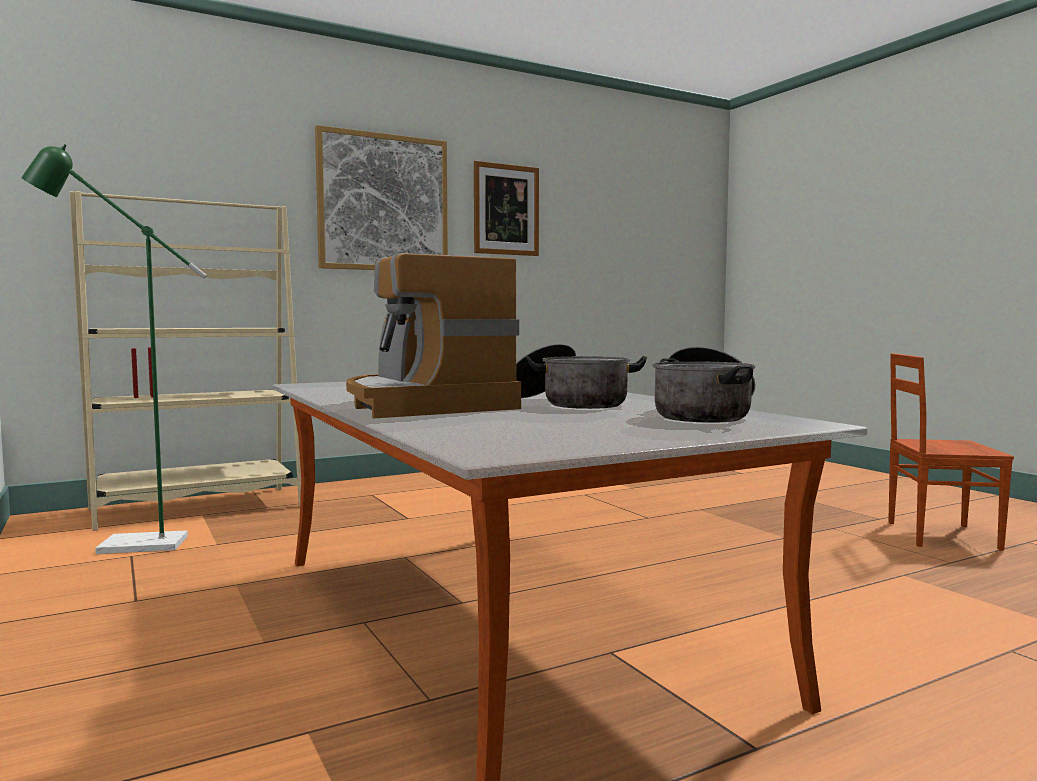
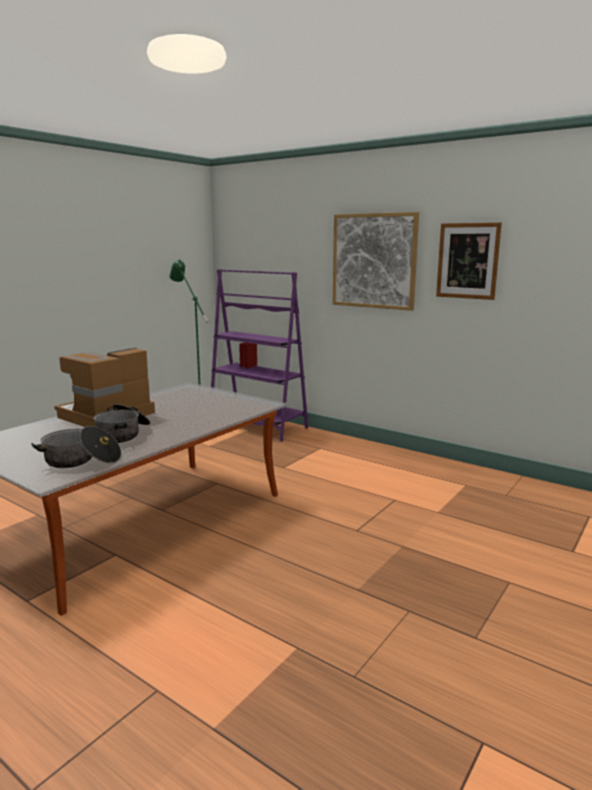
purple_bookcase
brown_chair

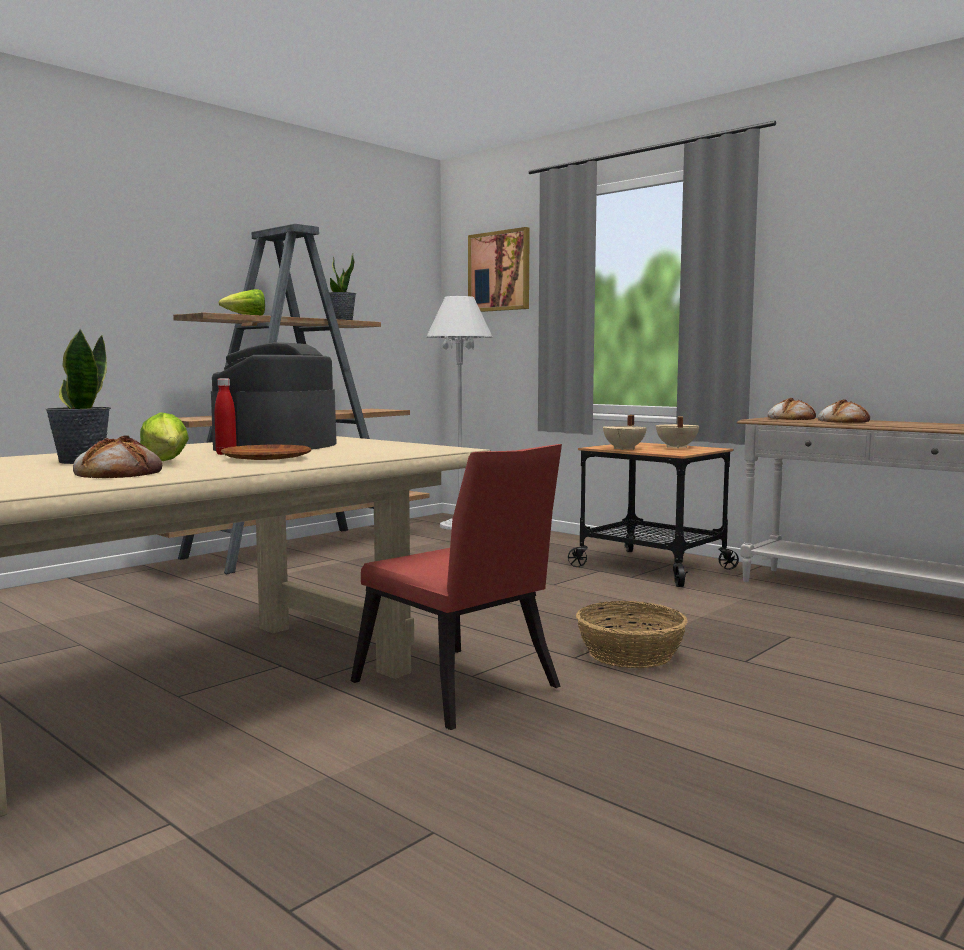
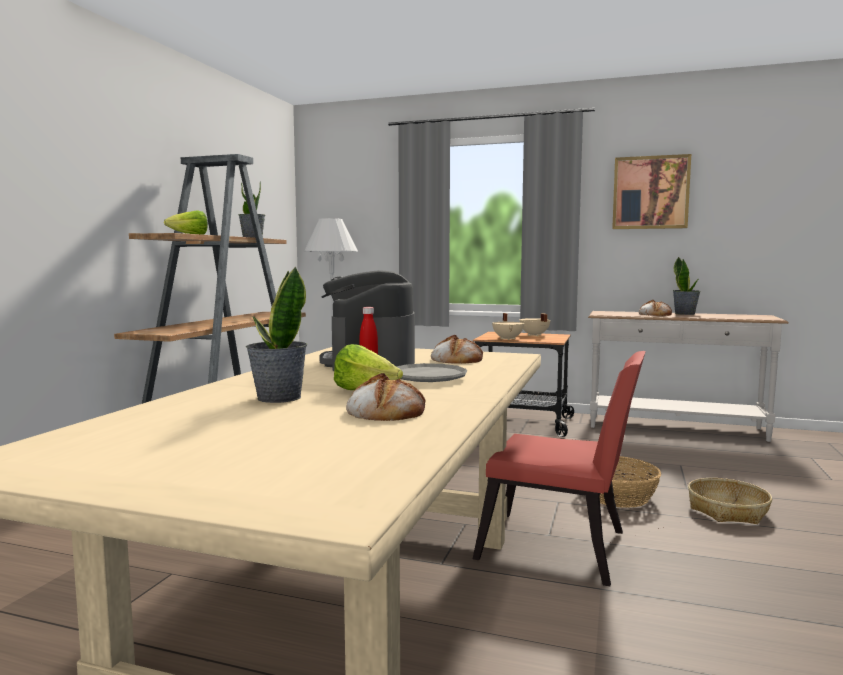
picture
bread (2nd from left)
grey_plate
potted_plant (3rd from left)
basket (2nd from left)

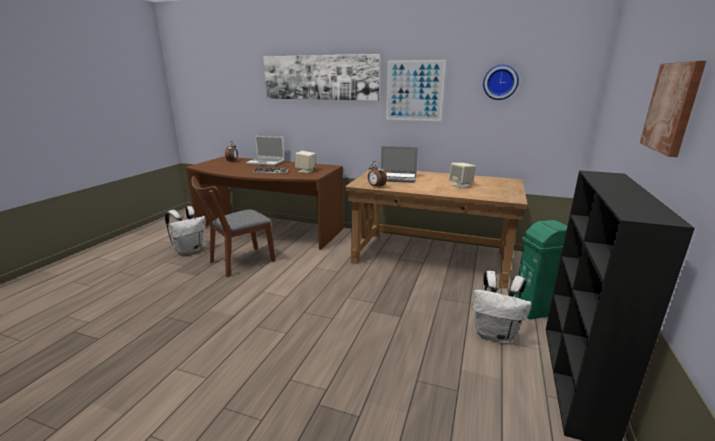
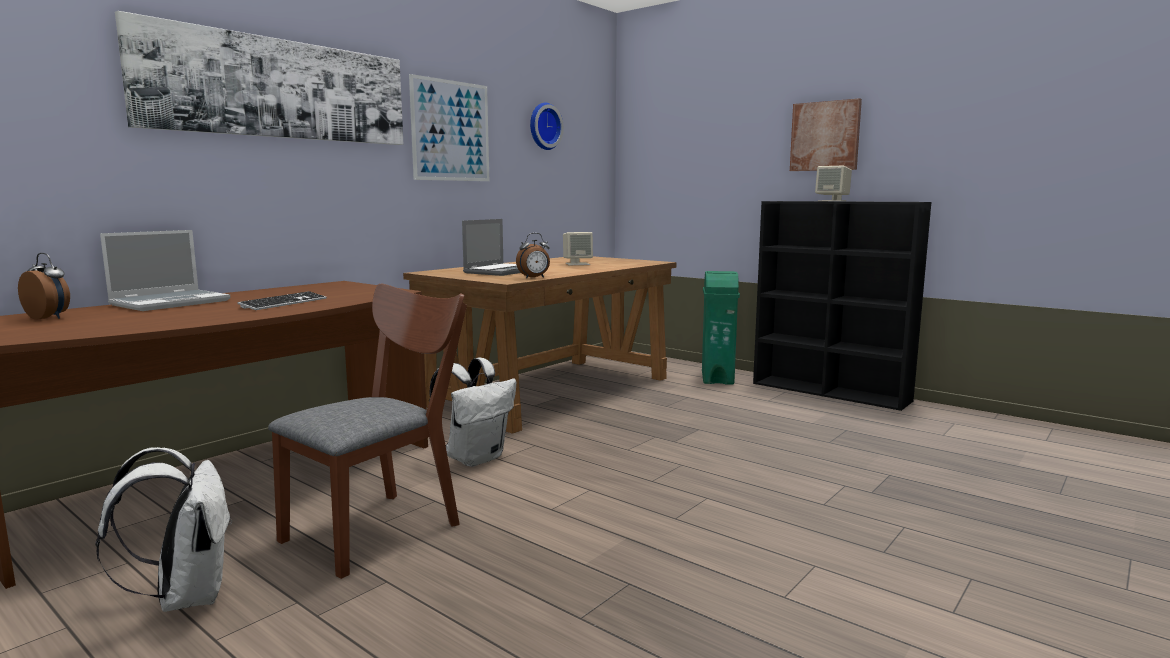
beige_speaker (2nd from left)
brown_chair
white_backpack (2nd from left)

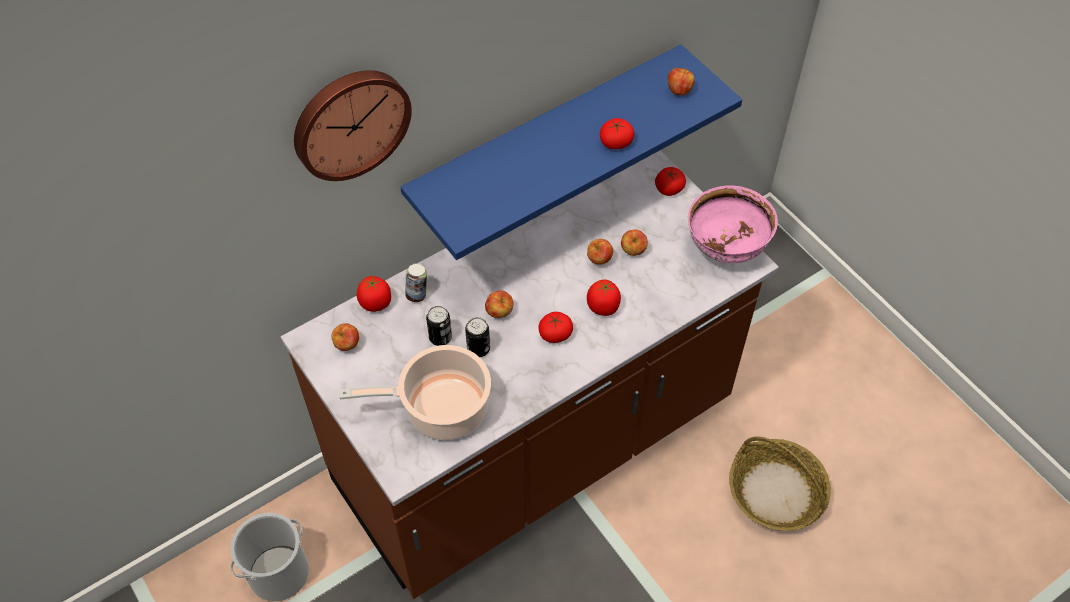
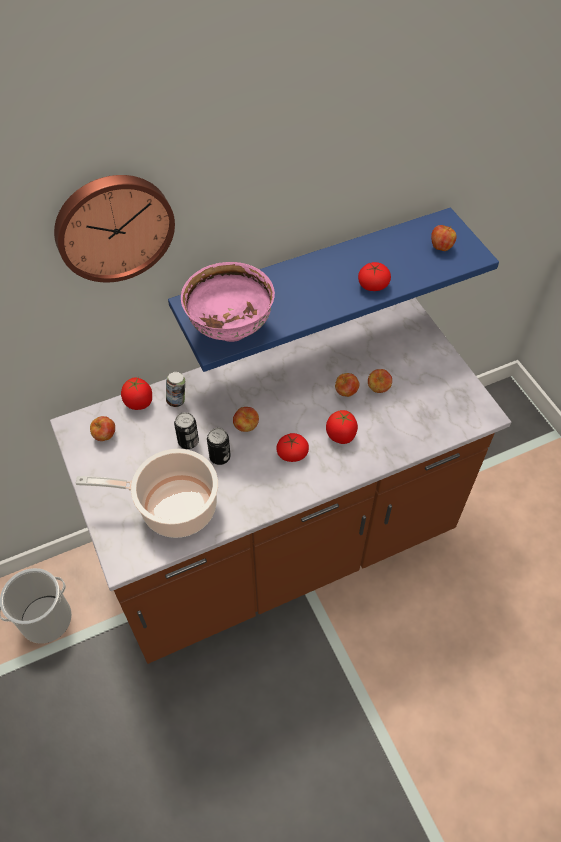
tomato (5th from left in the first image)
pink_bowl
basket

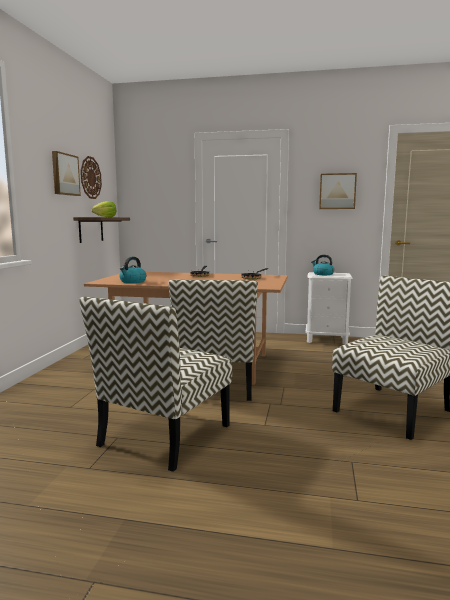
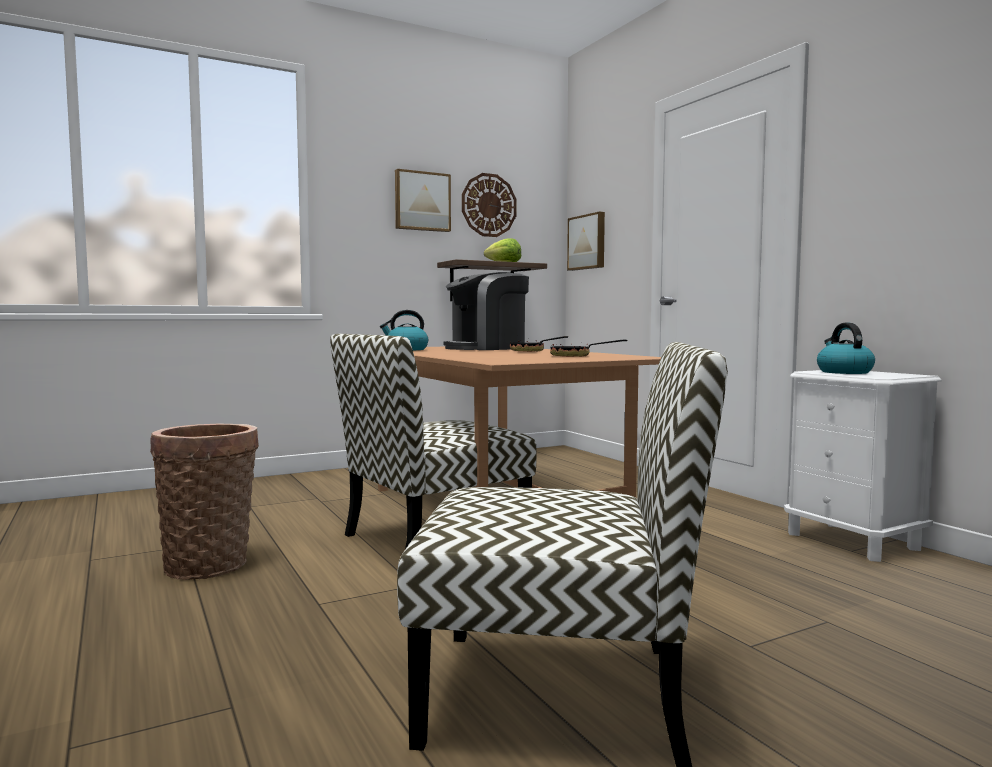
picture (2nd from left)
basket
coffee_machine

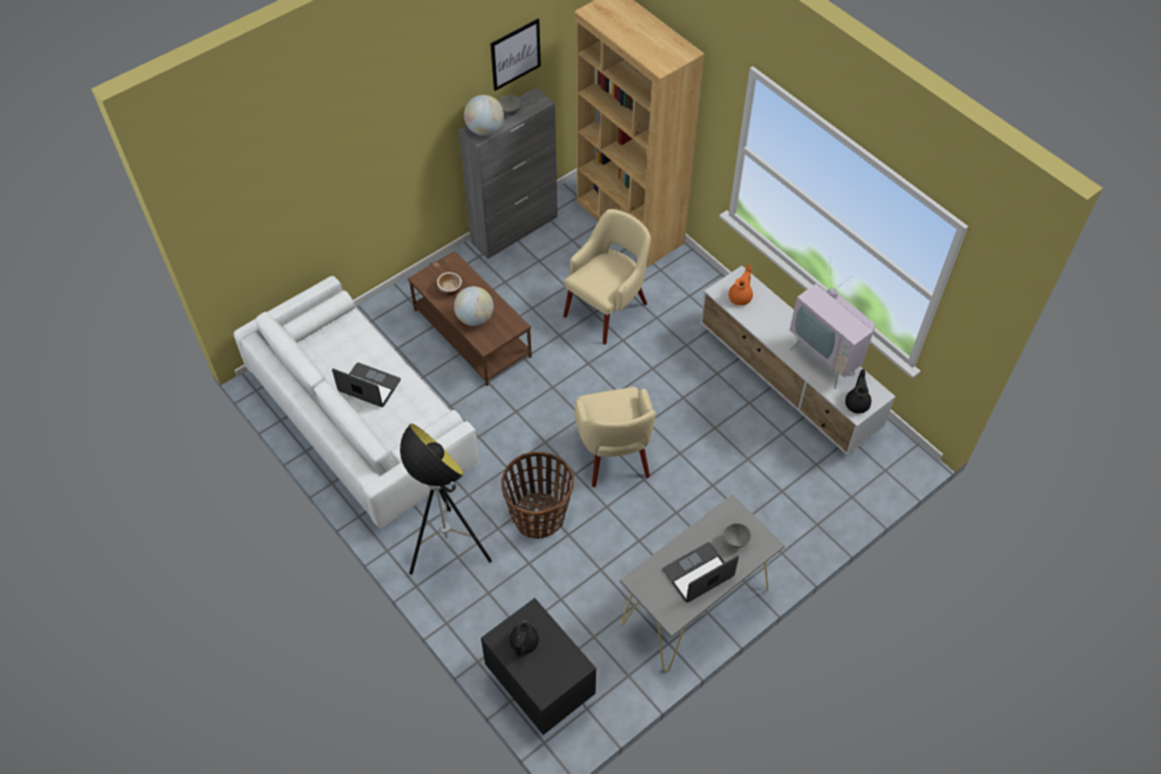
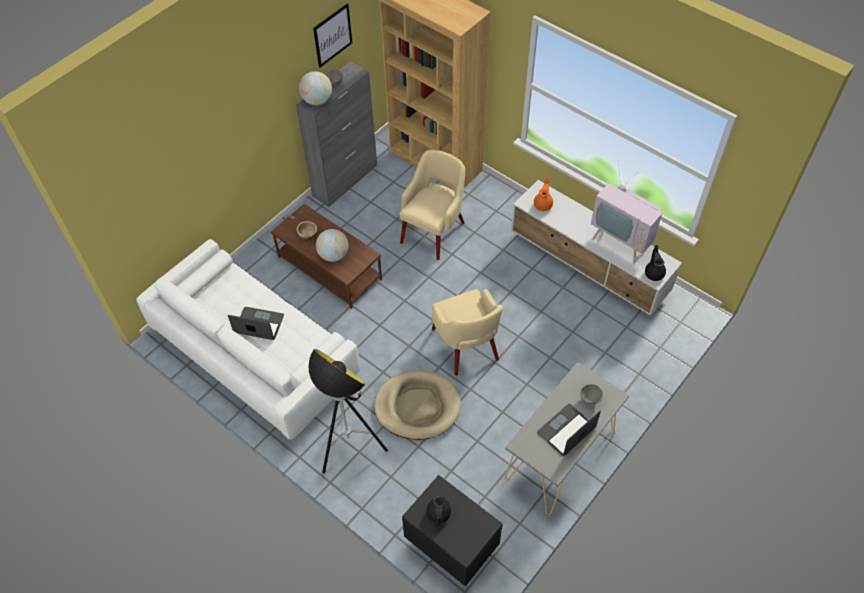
beige_dog_bed

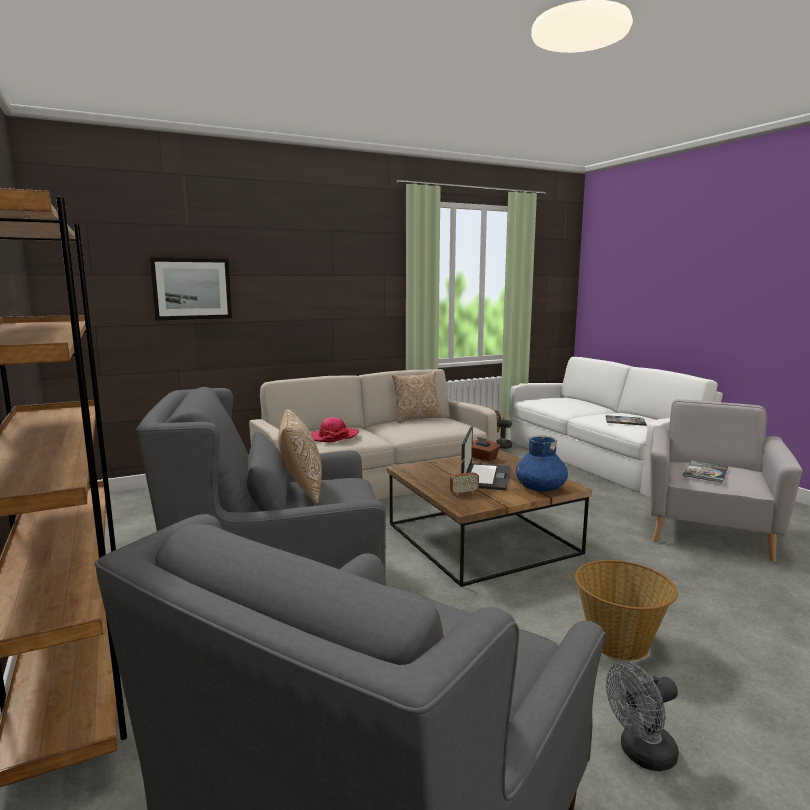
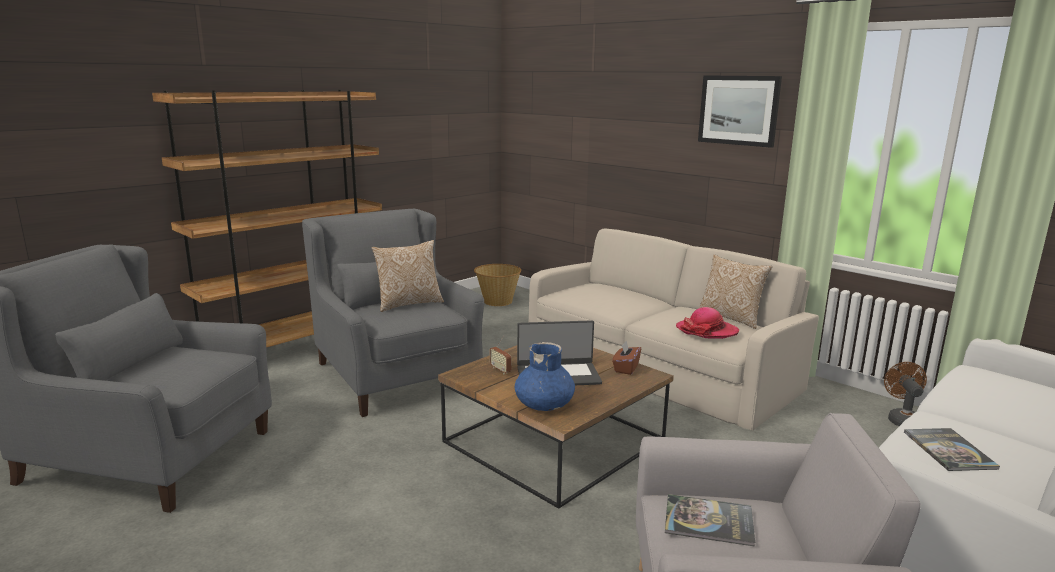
picture
hat
basket
grey_fan

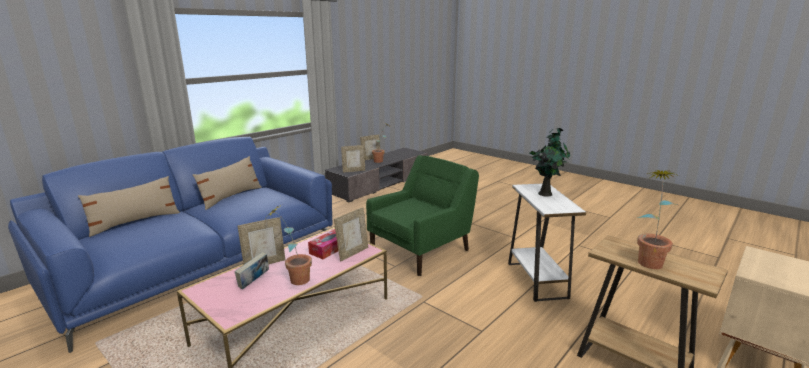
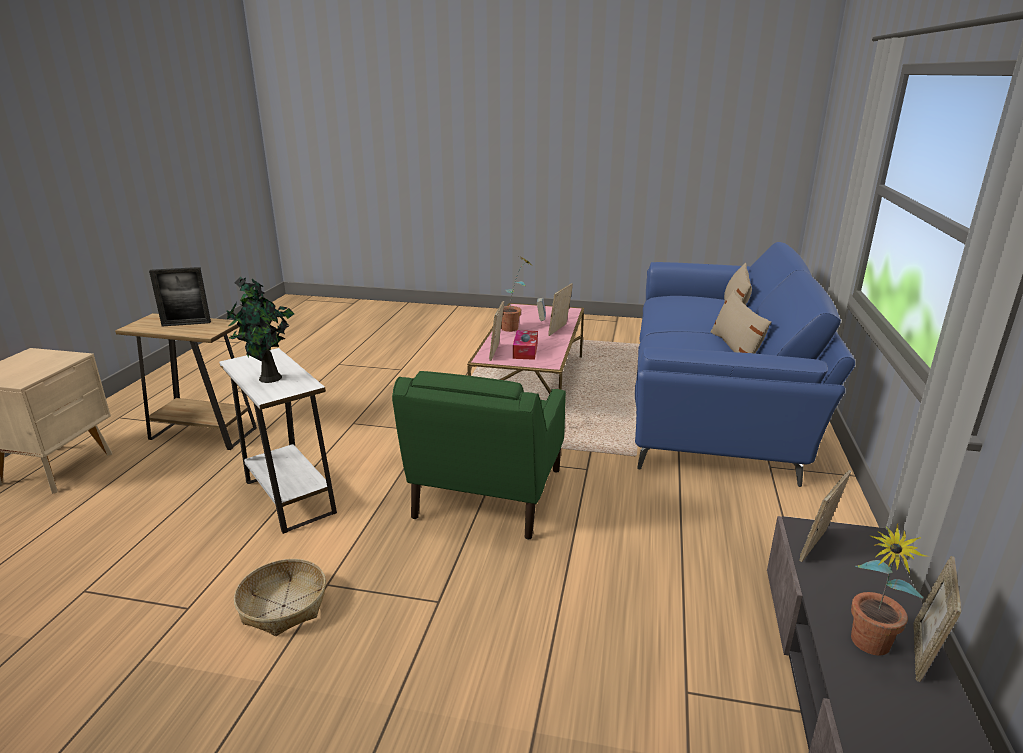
picture_frame (1st from left)
basket

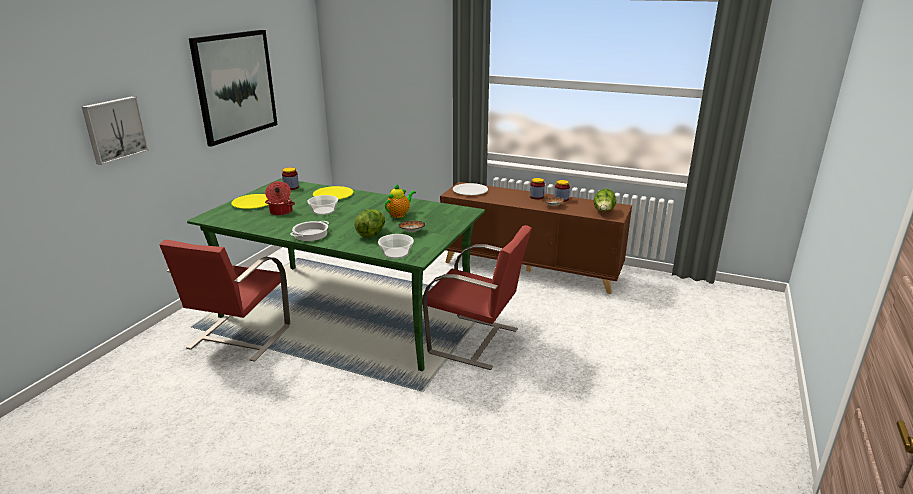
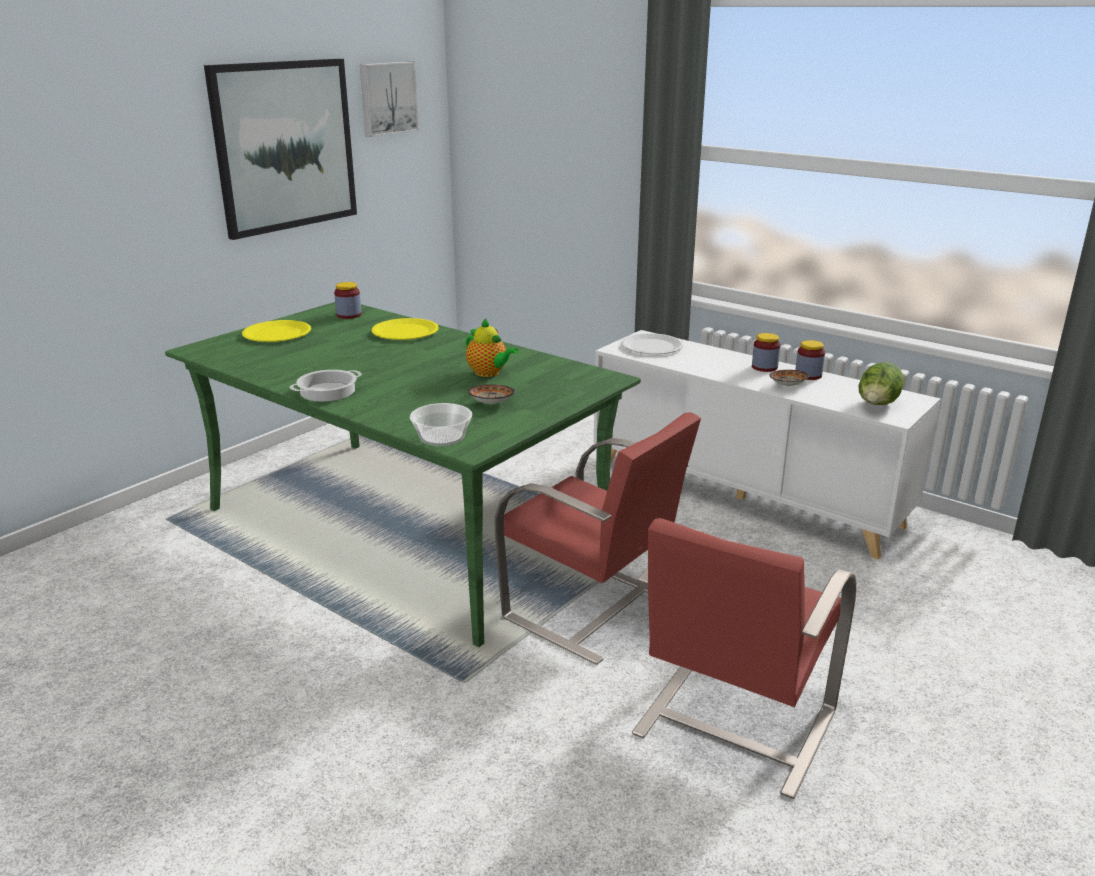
picture (2nd from left)
cooking_pot (1st from left in the first image)
white_cabinet
teapot
bowl (1st from left in the first image)
lettuce (1st from left in the first image)
red_chair (2nd from left)

